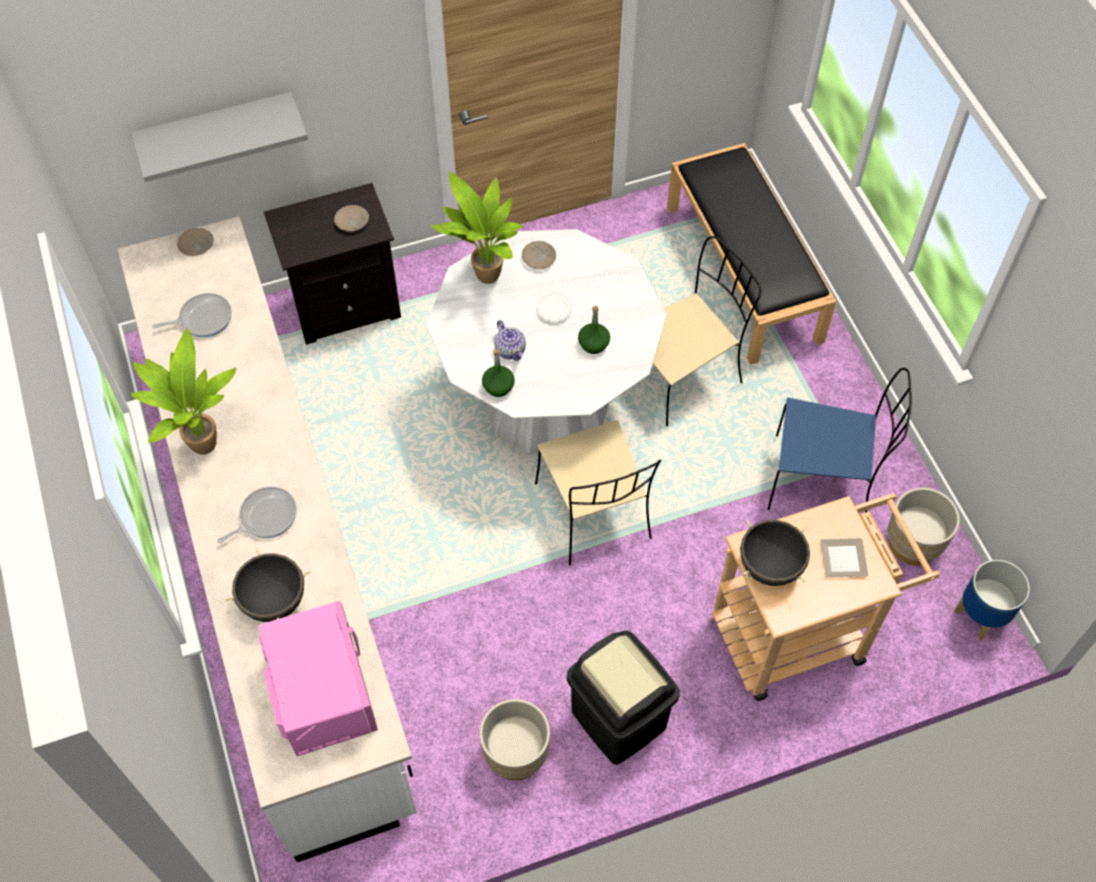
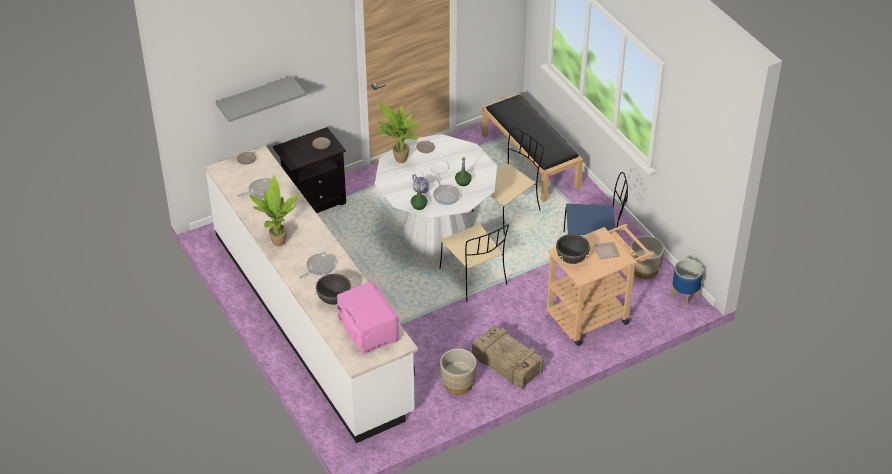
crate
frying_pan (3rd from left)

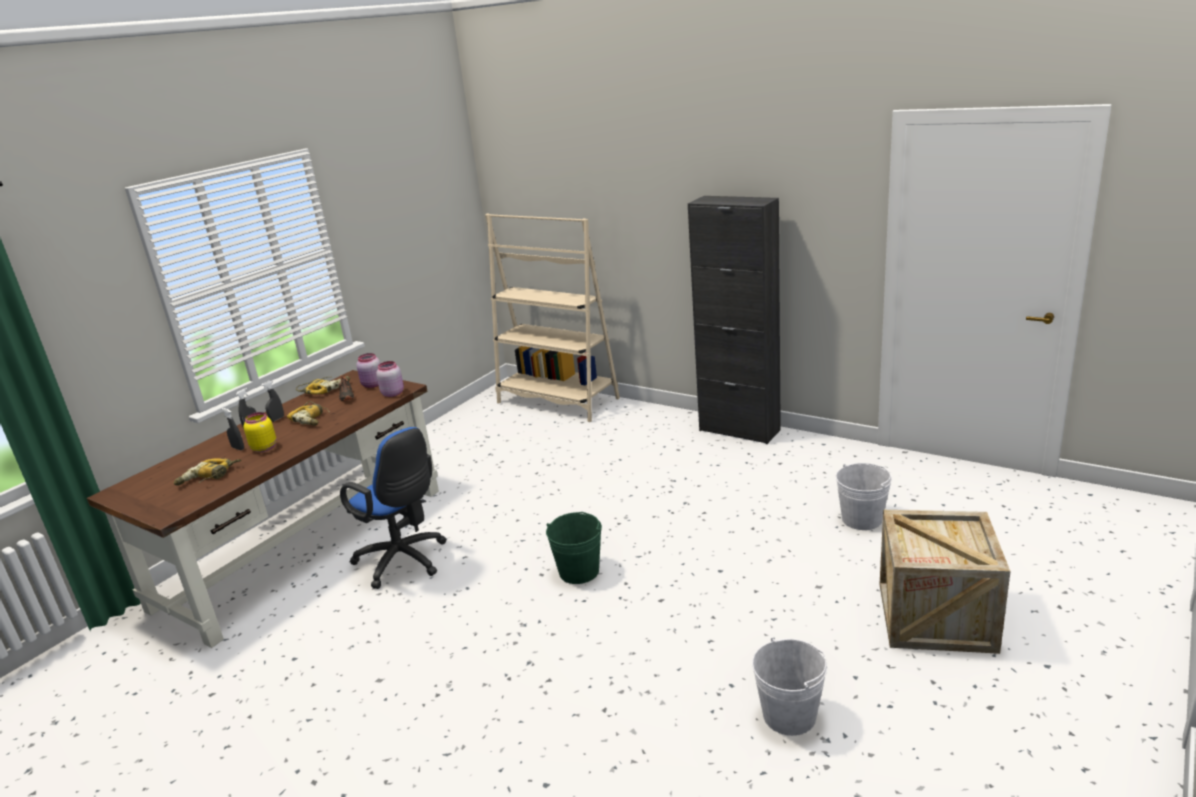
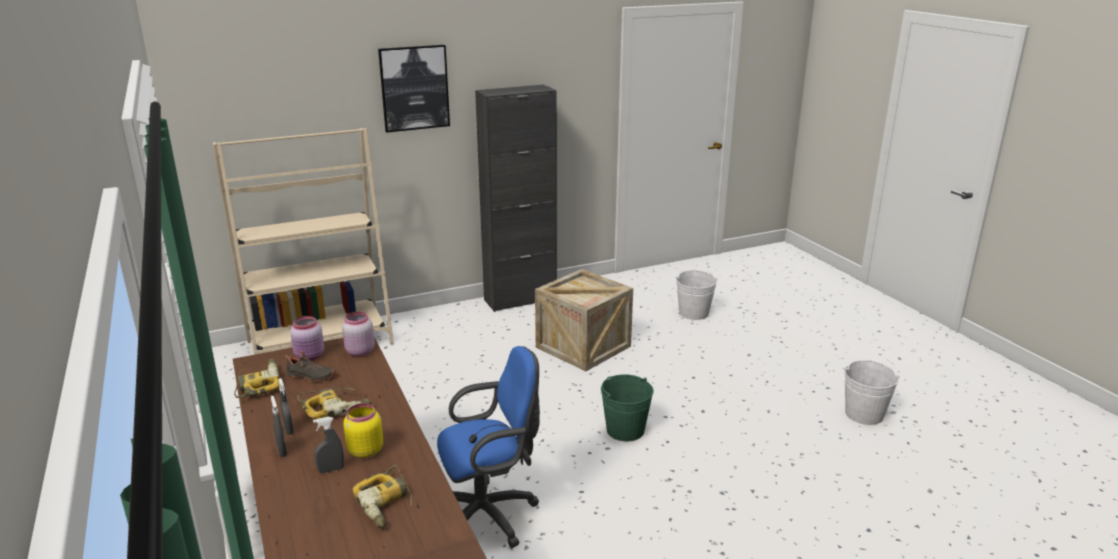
crate
picture

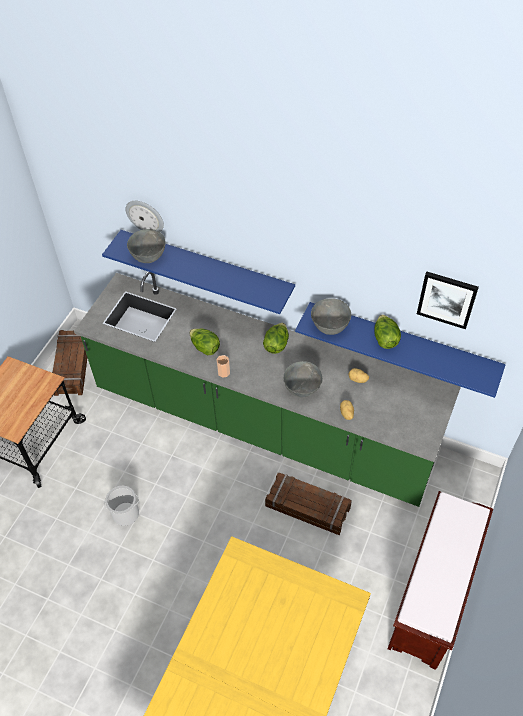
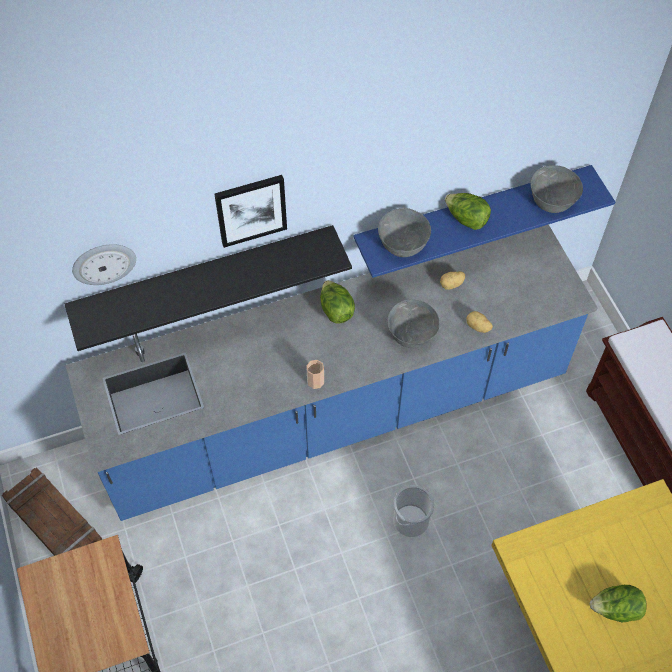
grey_bowl (3rd from left)
black_shelf
blue_counter
picture
lettuce (3rd from left)
crate (2nd from left in the first image)
bucket

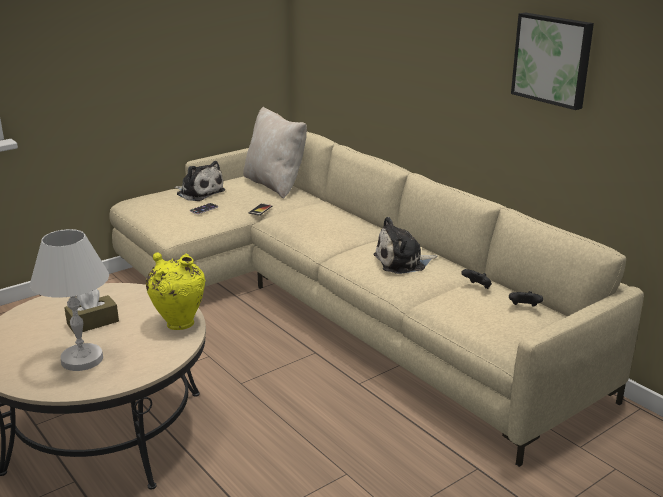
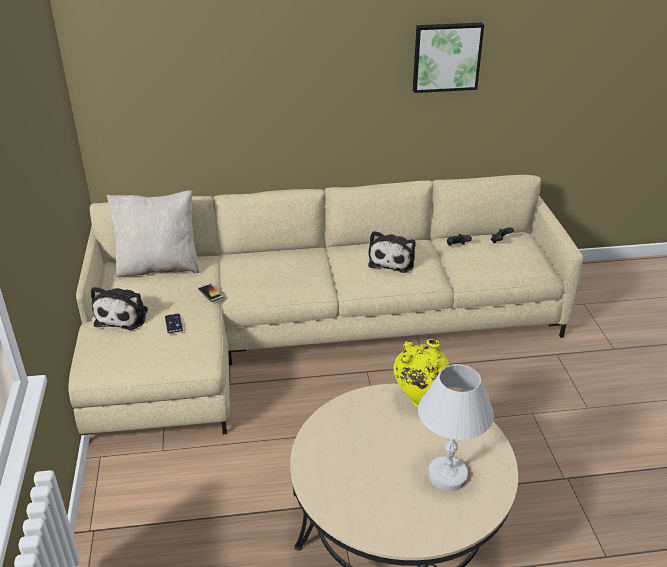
plush_toy (1st from left)
brown_tissue_box

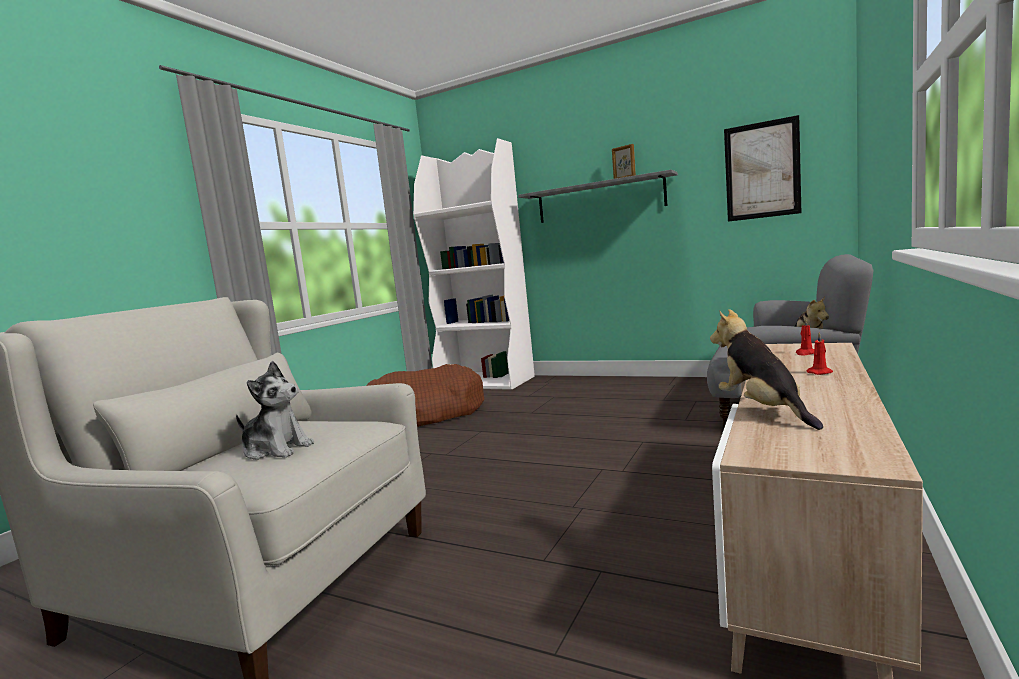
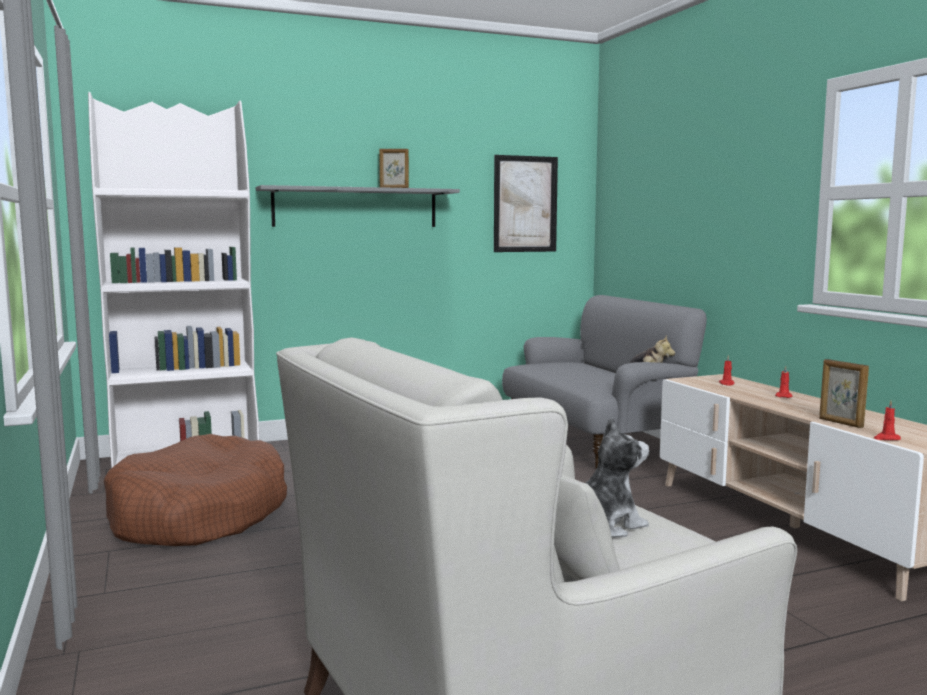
picture_frame (2nd from left)
red_candle (3rd from left)

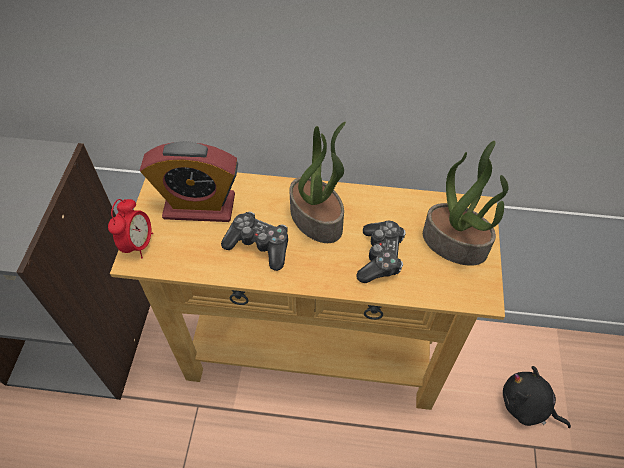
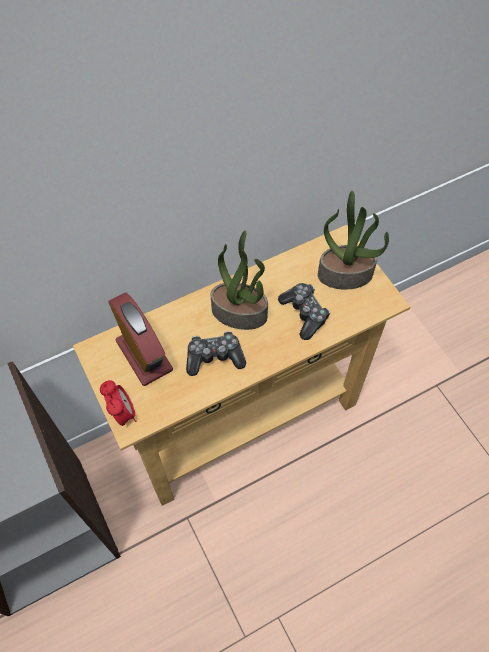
alarm_clock (2nd from left)
black_plush_toy

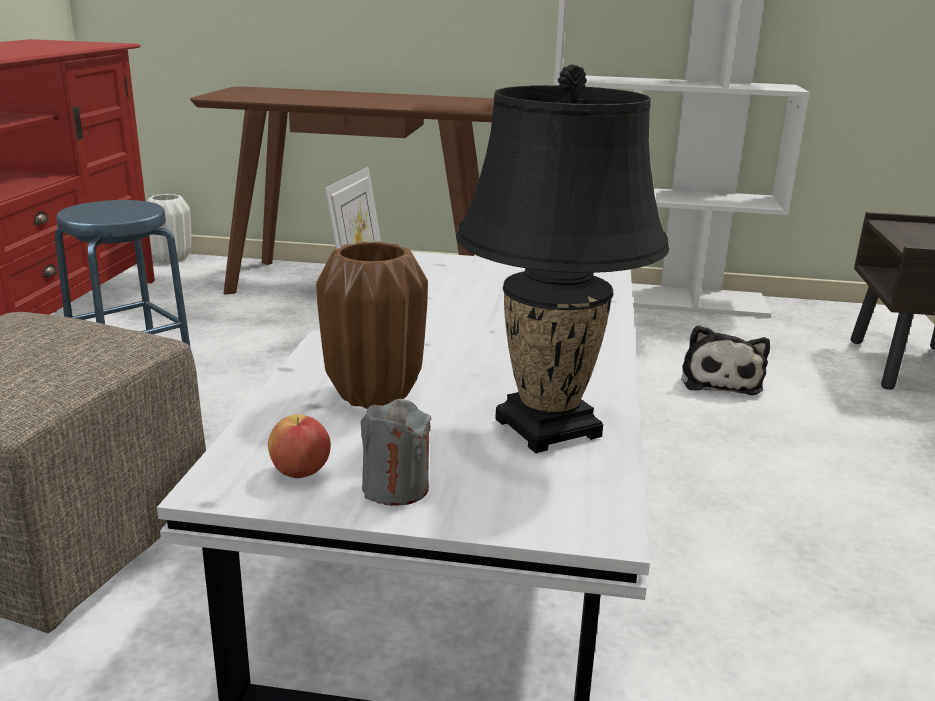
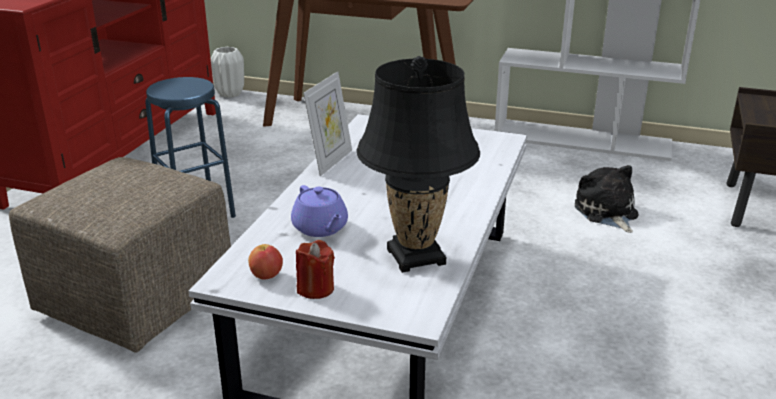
purple_teapot
plush_toy
red_candle

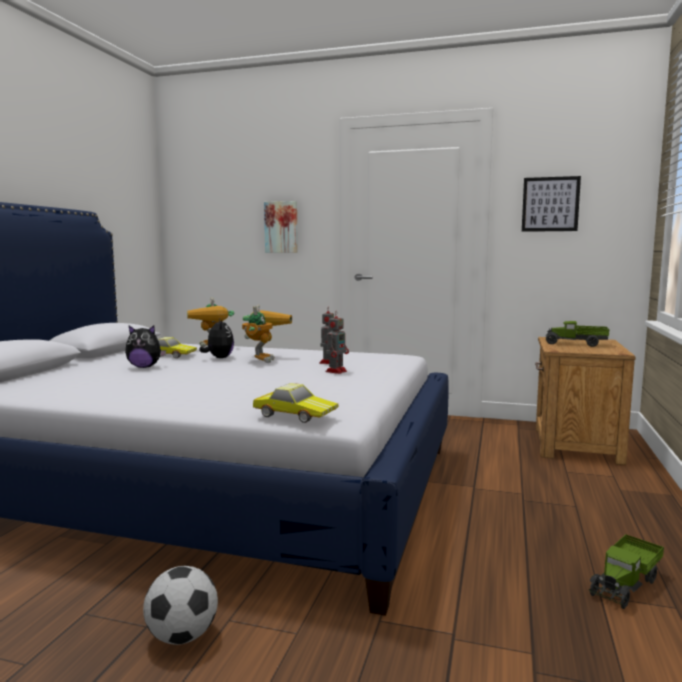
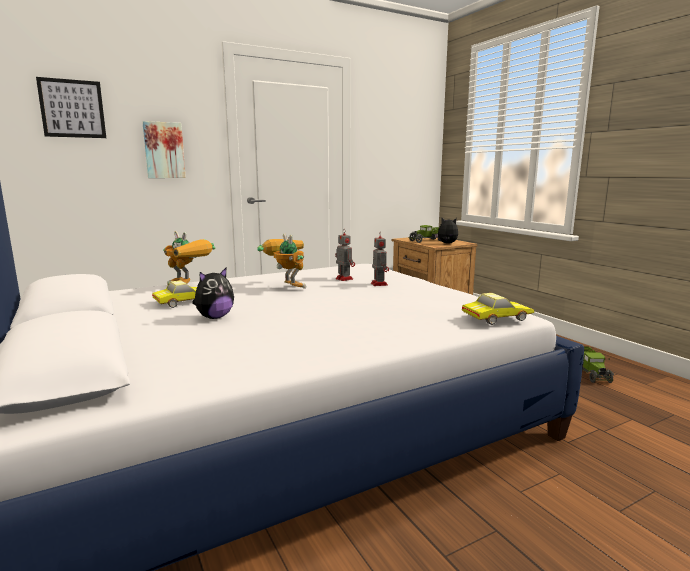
picture (1st from left)
plush_toy (2nd from left)
football

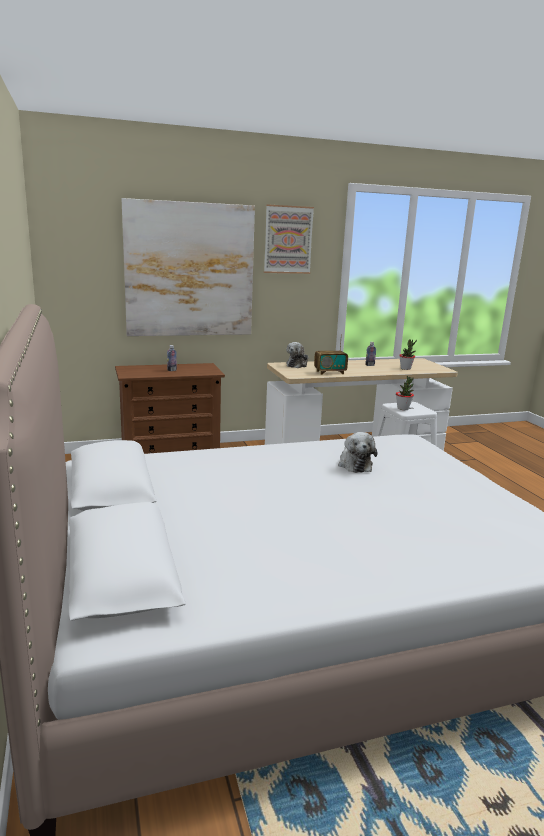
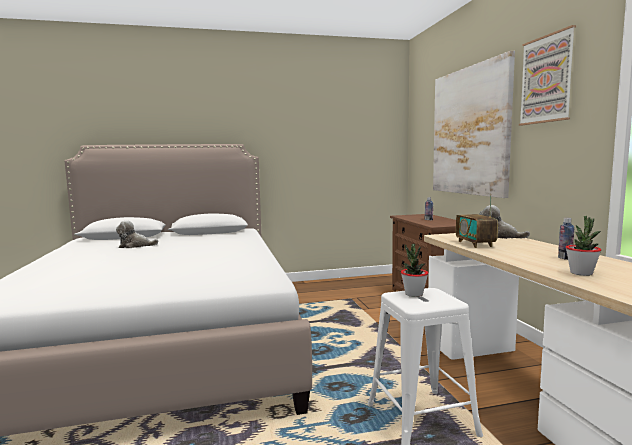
plush_toy (1st from left)

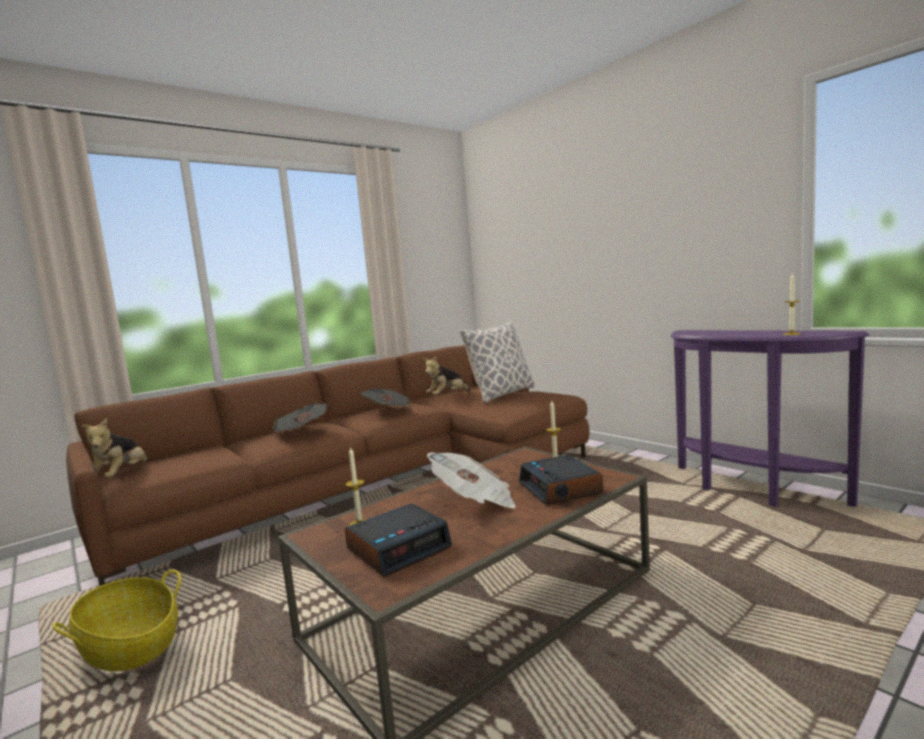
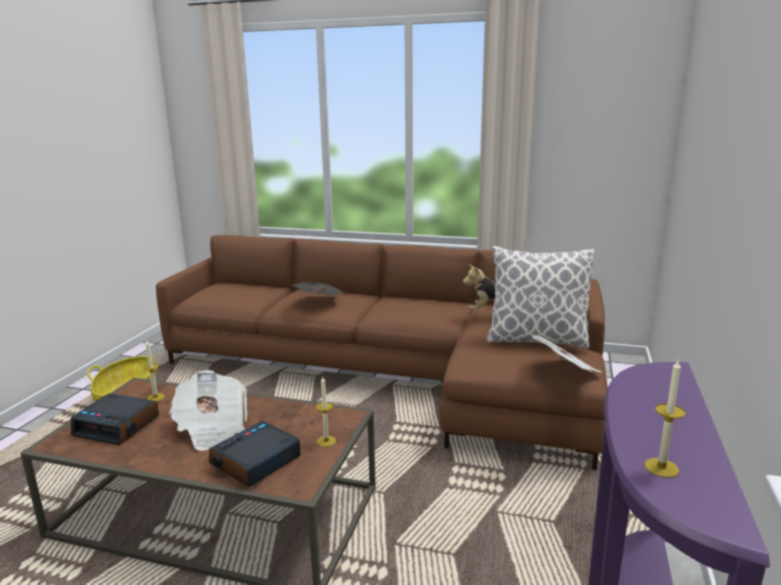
newspaper (3rd from left)
plush_toy (1st from left in the first image)

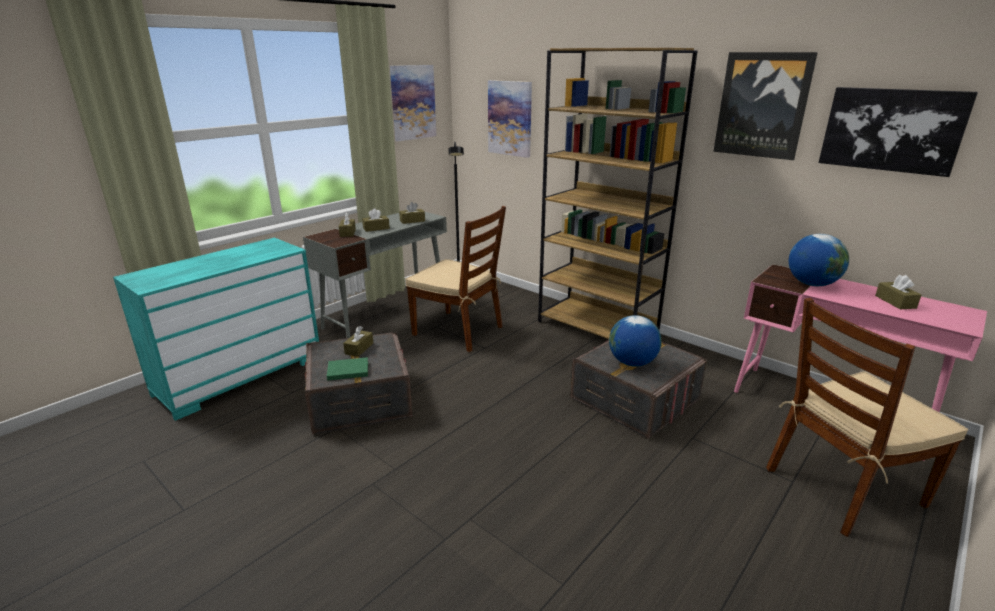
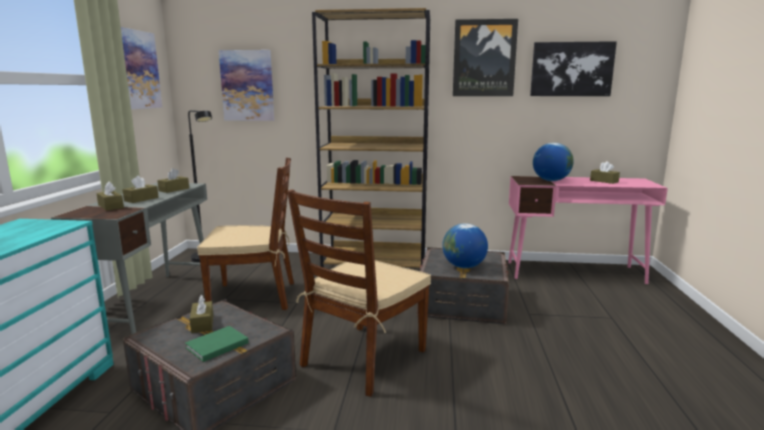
brown_chair (2nd from left)

